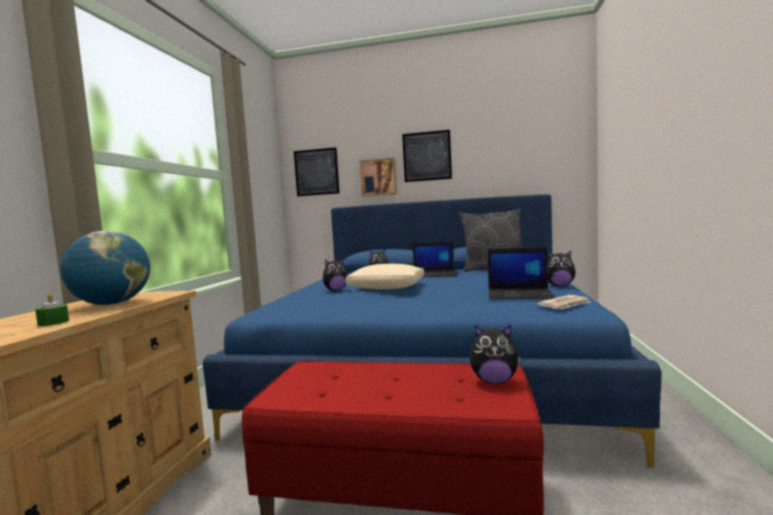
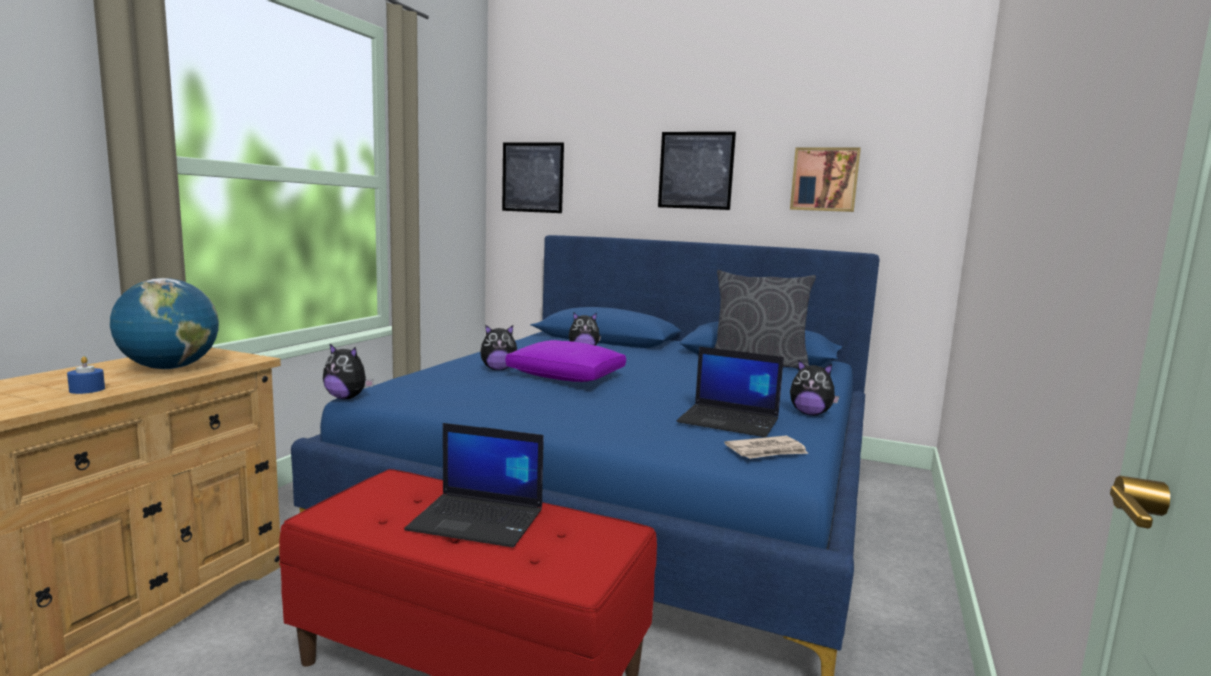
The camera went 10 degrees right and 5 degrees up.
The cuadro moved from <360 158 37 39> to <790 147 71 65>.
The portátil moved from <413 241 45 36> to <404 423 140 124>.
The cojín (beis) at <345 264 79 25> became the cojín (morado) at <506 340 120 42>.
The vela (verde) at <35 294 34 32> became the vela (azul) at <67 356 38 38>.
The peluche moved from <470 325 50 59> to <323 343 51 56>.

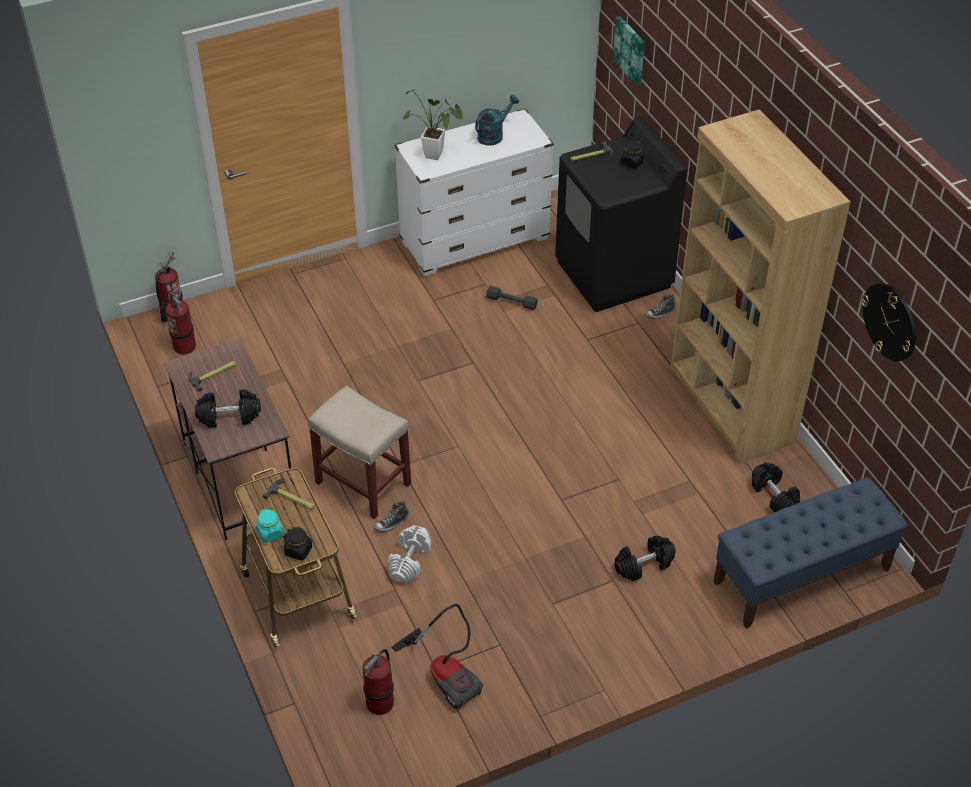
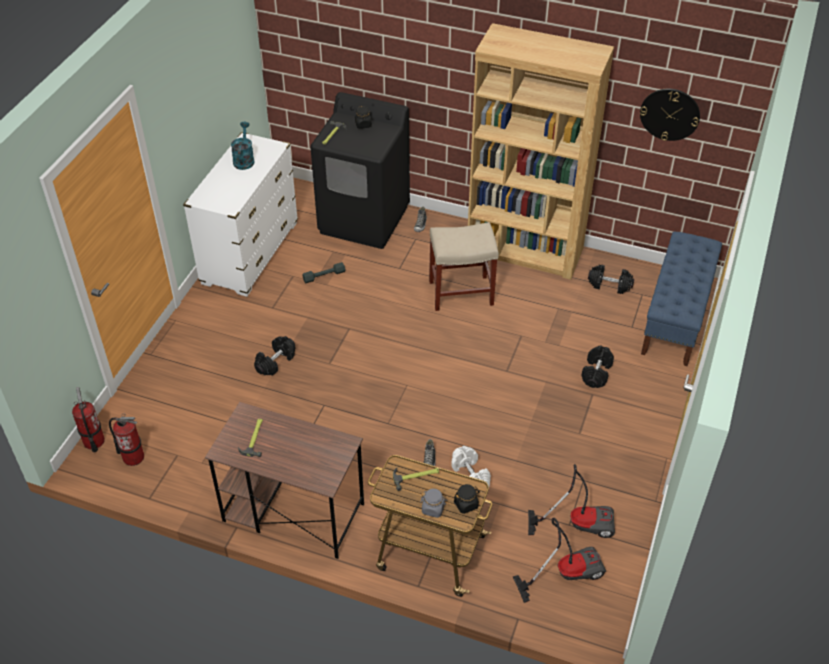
The camera went 45 degrees left and 0 degrees up.
The cuadro at <613 16 32 70> disappeared.
The planta en maceta at <402 90 61 70> disappeared.
The taburete (beis) moved from <308 386 103 133> to <429 222 70 89>.
The mancuerna (negro) moved from <195 389 66 39> to <254 336 41 40>.
The tarro (turquesa) at <256 508 28 35> became the tarro (gris) at <420 489 27 29>.
The extintor at <362 649 32 66> was replaced by the aspiradora at <512 518 94 85>.

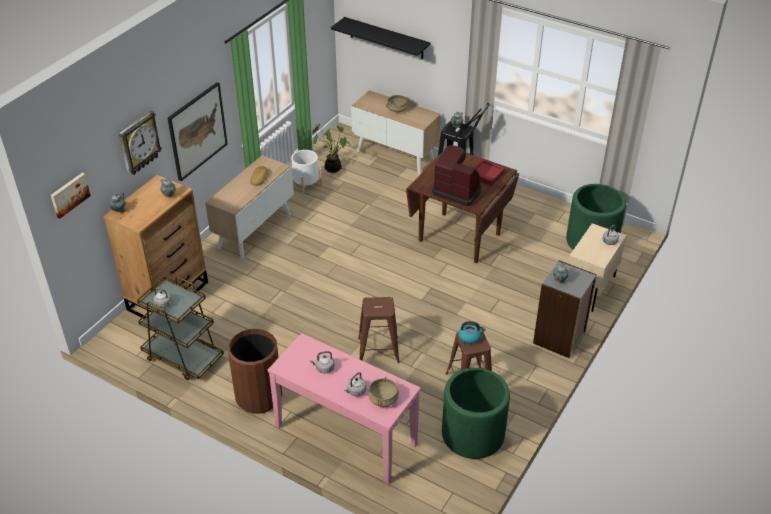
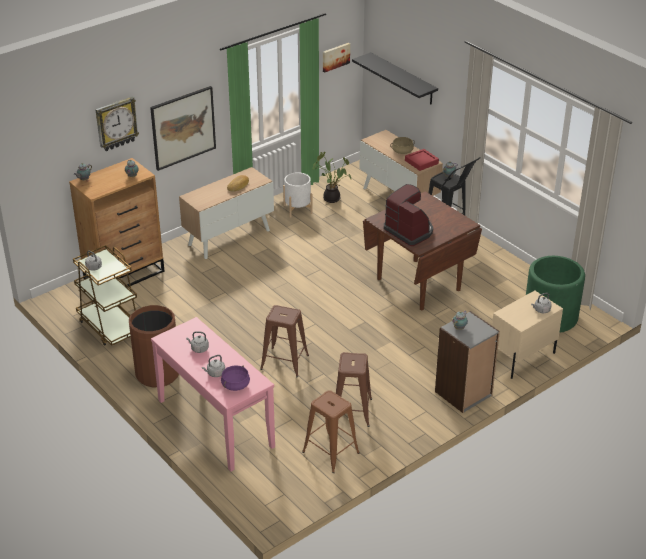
The camera went 20 degrees right and 5 degrees down.
The bandeja (rojo) moved from <474 159 31 27> to <405 149 34 22>.
The cuadro moved from <51 173 40 46> to <323 43 27 29>.
The hervidor at <458 321 27 23> disappeared.
The maceta (verde) at <442 368 68 91> was replaced by the taburete (marrón) at <302 390 58 83>.
The olla (beis) at <368 377 31 30> became the olla (morado) at <221 365 29 26>.

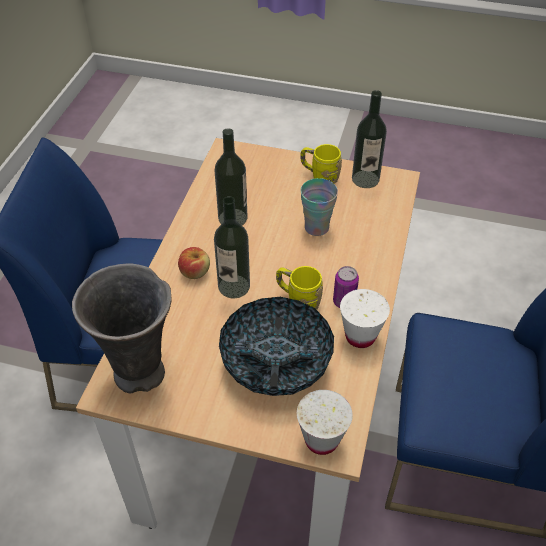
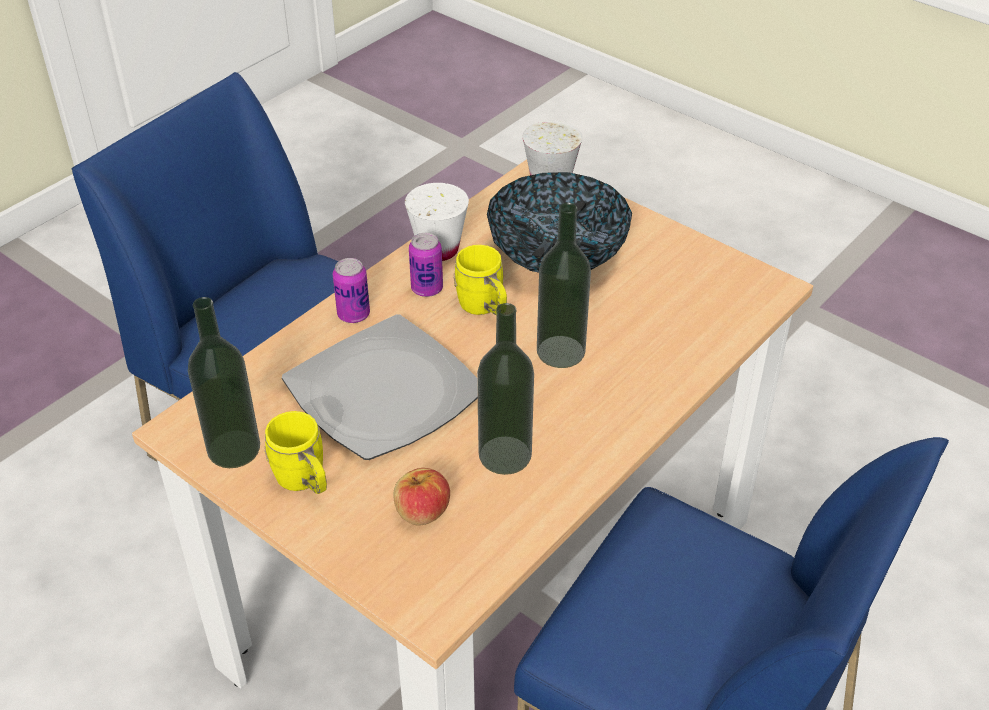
The camera went 155 degrees left and 5 degrees down.
The taza at <301 178 37 58> was replaced by the plato at <282 314 196 146>.
The manzana moved from <178 247 32 32> to <393 468 57 58>.
The florero (gris) at <72 264 100 130> disappeared.
The lata at <333 258 37 65> appeared.

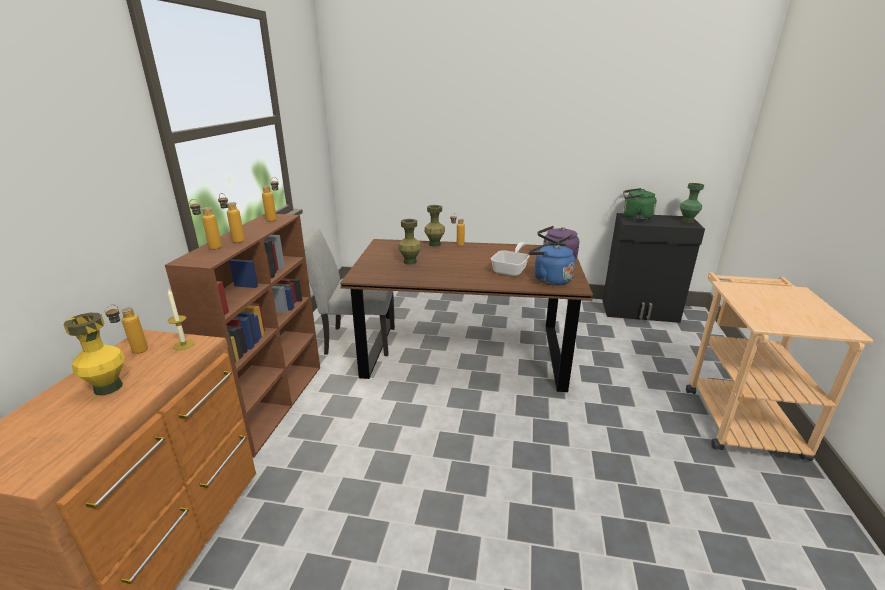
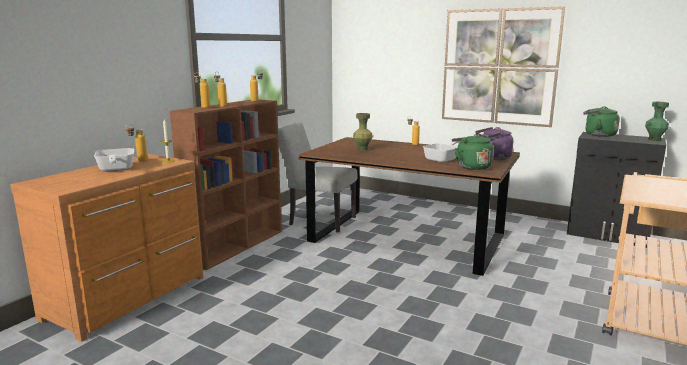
The camera went 20 degrees right and 10 degrees down.
The florero (verde) at <424 205 21 42> disappeared.
The hervidor (azul) at <529 243 46 43> became the hervidor (verde) at <452 134 41 36>.
The florero (amarillo) at <64 313 61 82> was replaced by the sartén at <94 148 40 24>.
The cuadro at <442 6 123 121> appeared.

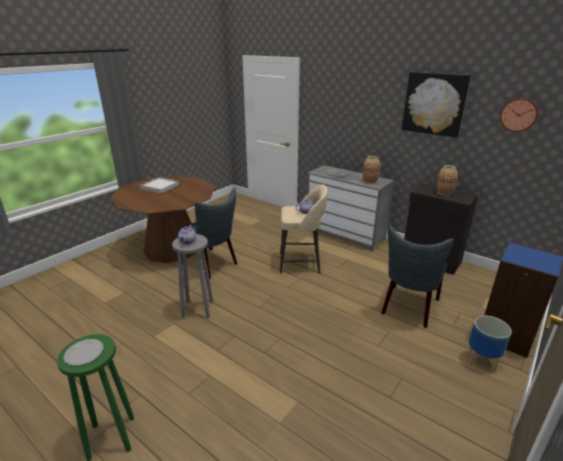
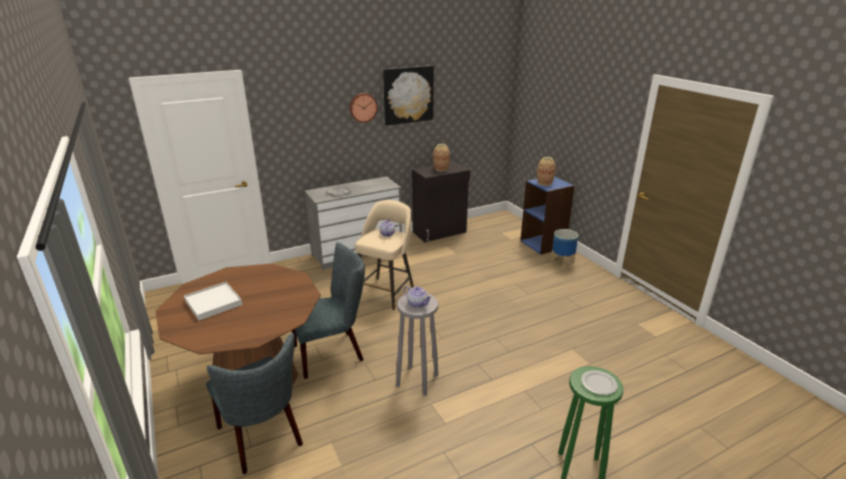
The camera went 65 degrees left and 0 degrees up.
The reloj de pared moved from <500 98 38 34> to <350 93 28 30>.
The florero moved from <363 156 18 28> to <537 157 19 29>.
The silla (gris) moved from <381 225 73 103> to <206 333 97 141>.

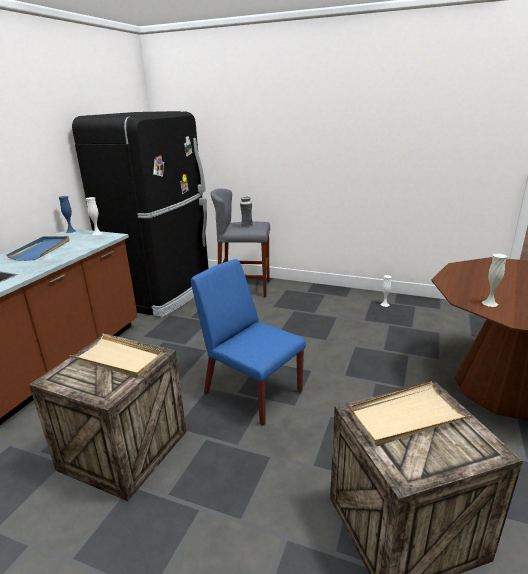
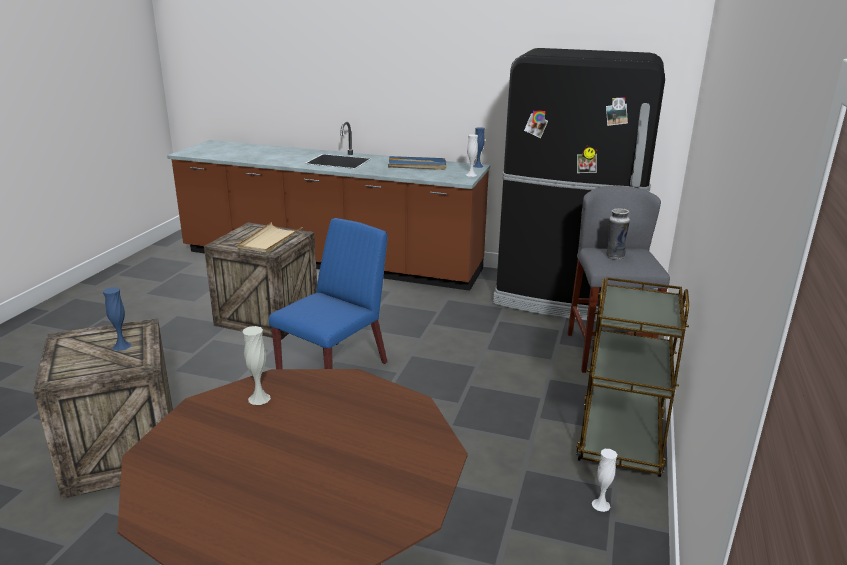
The camera went 85 degrees right and 0 degrees up.
The bandeja (beis) at <349 381 121 65> was replaced by the florero (azul) at <103 287 28 64>.
The carrito (marrón) at <576 277 113 200> appeared.

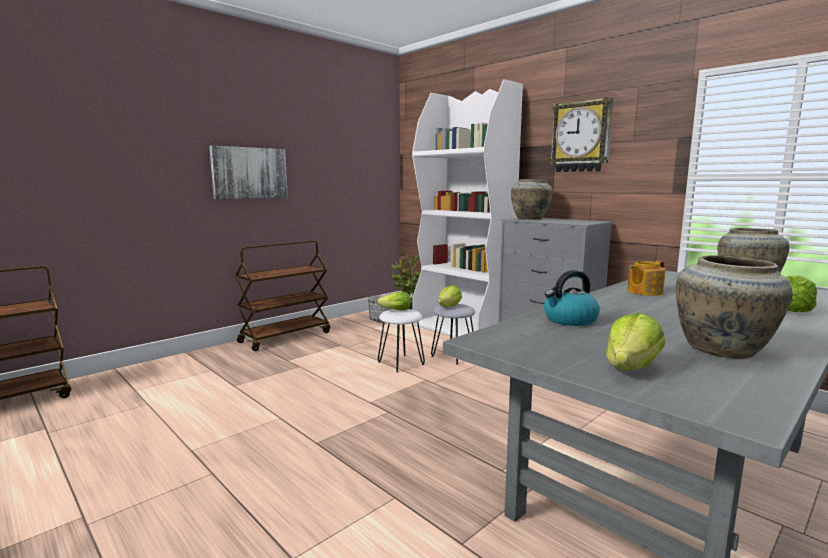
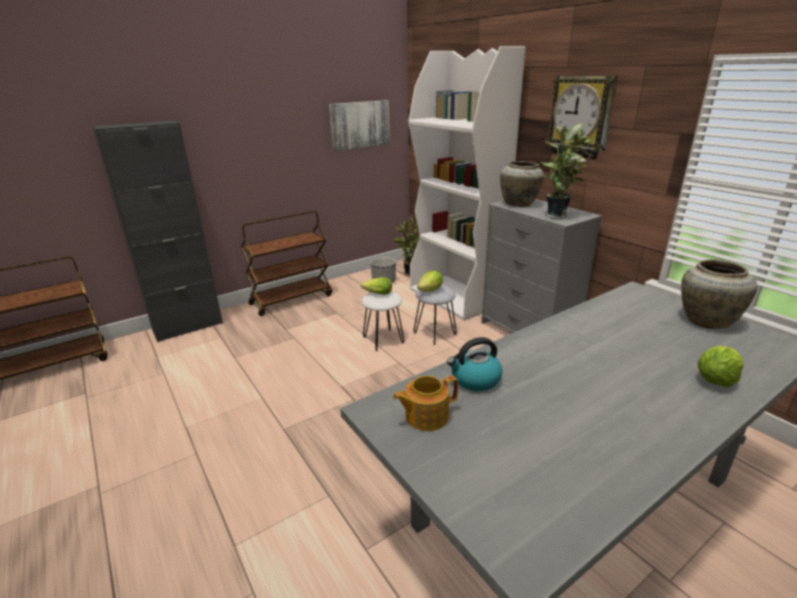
The camera went 10 degrees right and 15 degrees up.
The cuadro moved from <209 146 79 53> to <329 100 61 51>.
The florero (beis) at <676 255 117 104> disappeared.
The tetera moved from <627 261 39 35> to <393 376 65 55>.
The lechuga at <606 313 59 58> disappeared.
The armario (negro) at <93 120 130 222> appeared.
The planta en maceta at <541 123 53 96> appeared.

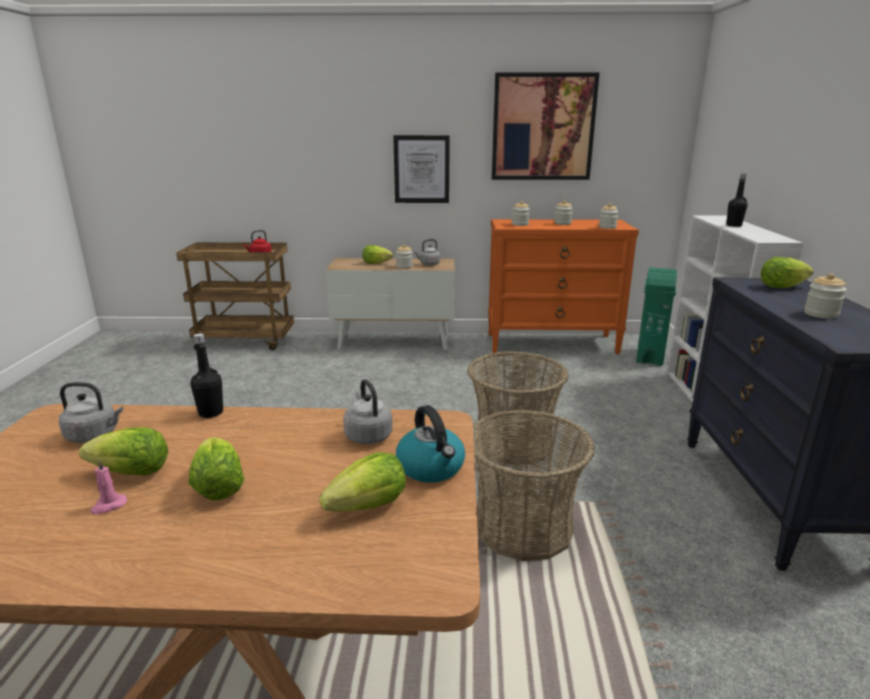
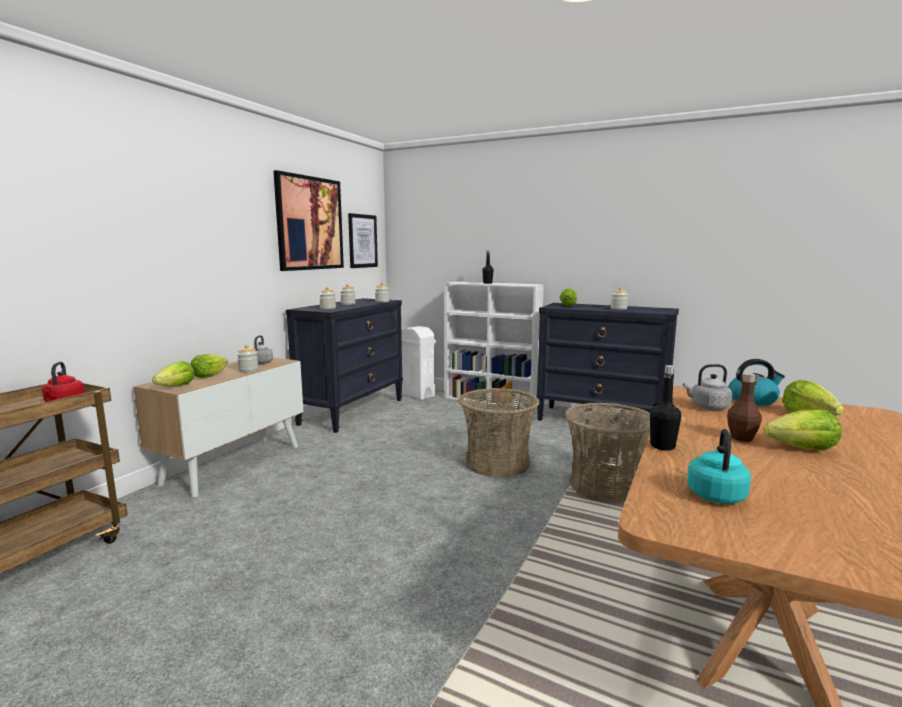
The camera went 65 degrees left and 10 degrees down.
The cuadro moved from <393 135 57 68> to <348 213 30 55>.
The cómoda (naranja) at <488 219 151 135> became the cómoda (negro) at <286 298 117 135>.
The papelera (verde) at <636 267 41 99> became the papelera (blanco) at <401 326 35 74>.
The hervidor (gris) at <59 382 64 61> became the hervidor (turquesa) at <687 429 64 75>.
The lechuga moved from <79 427 89 49> to <152 361 43 25>.
The vela (rosa) at <90 459 37 55> disappeared.
The botella (marrón) at <727 373 35 69> appeared.

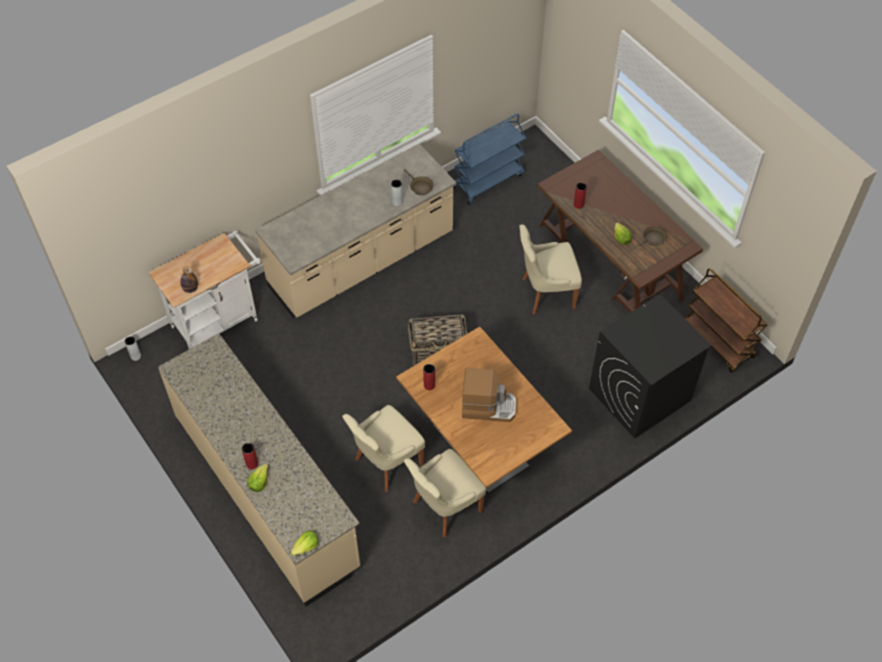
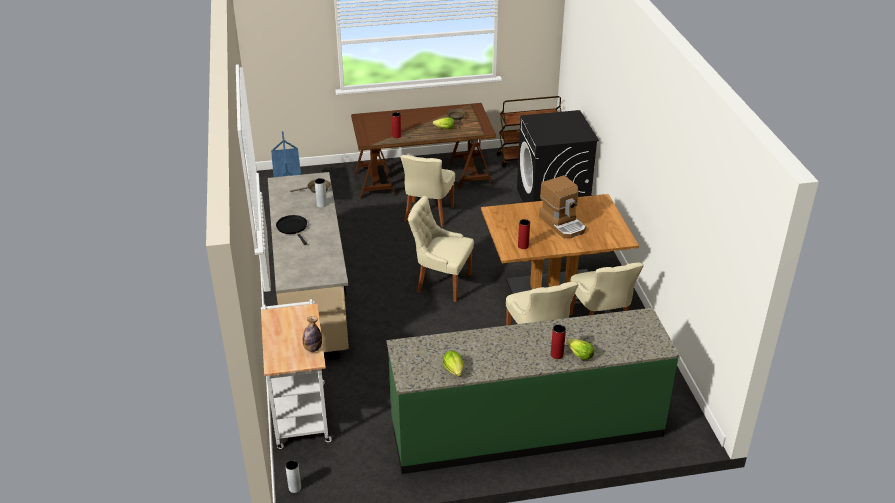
The camera went 65 degrees left and 20 degrees down.
The cesta at <408 315 59 50> was replaced by the silla (beis) at <408 196 66 106>.
The mueble bajo de cocina (beis) at <158 333 202 274> became the mueble bajo de cocina (verde) at <387 308 293 166>.
The cafetera at <462 368 54 54> turned 120 degrees clockwise.
The lechuga moved from <290 530 28 26> to <443 351 20 26>.
The sartén (negro) at <276 215 31 30> appeared.

